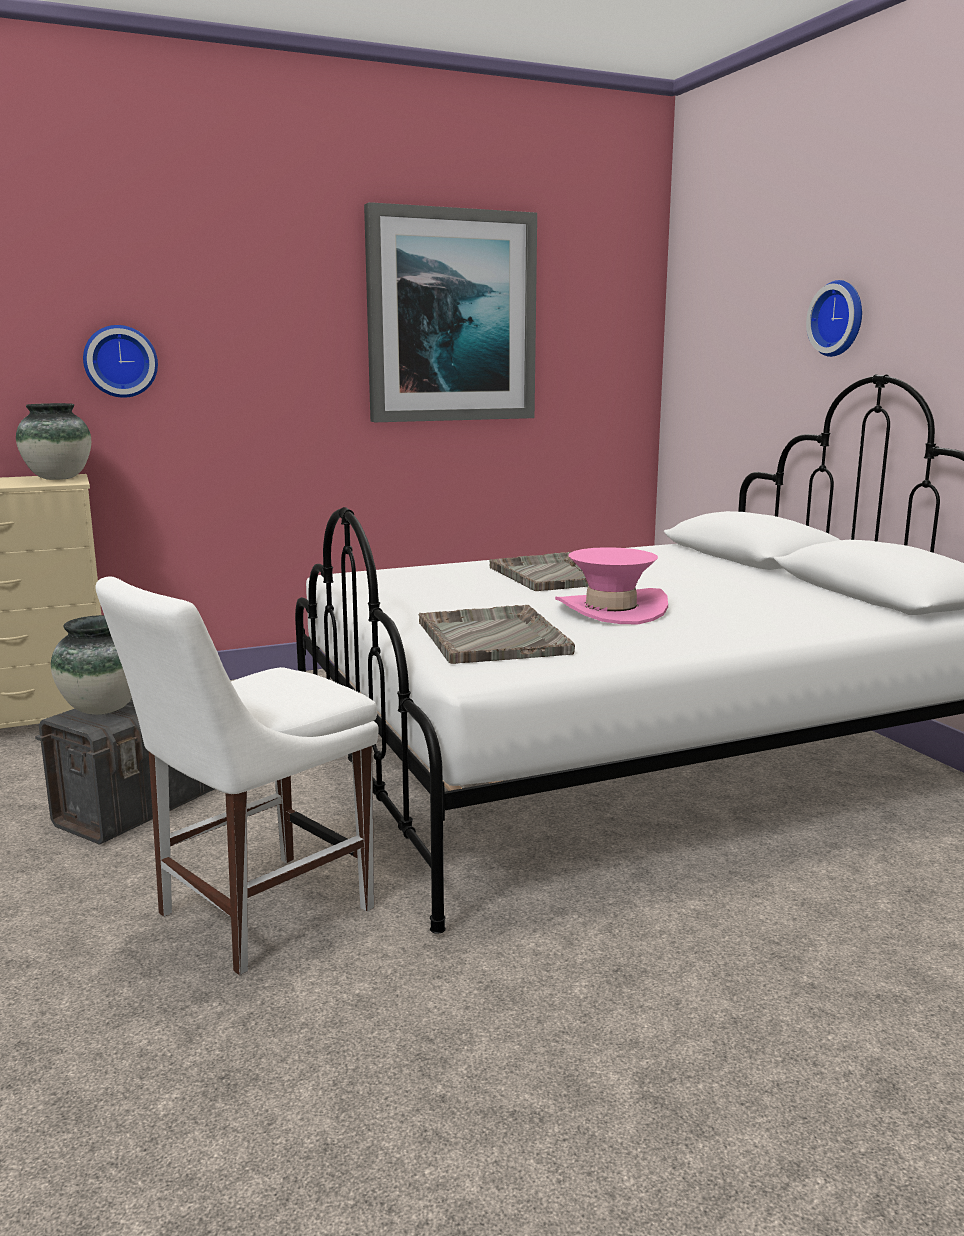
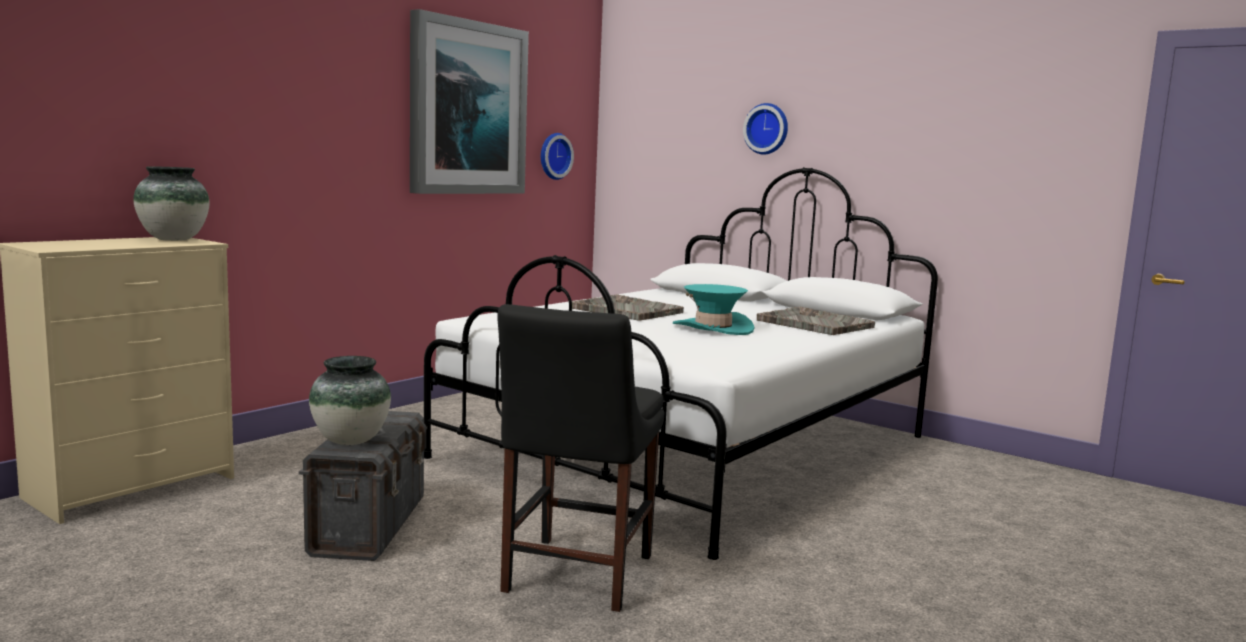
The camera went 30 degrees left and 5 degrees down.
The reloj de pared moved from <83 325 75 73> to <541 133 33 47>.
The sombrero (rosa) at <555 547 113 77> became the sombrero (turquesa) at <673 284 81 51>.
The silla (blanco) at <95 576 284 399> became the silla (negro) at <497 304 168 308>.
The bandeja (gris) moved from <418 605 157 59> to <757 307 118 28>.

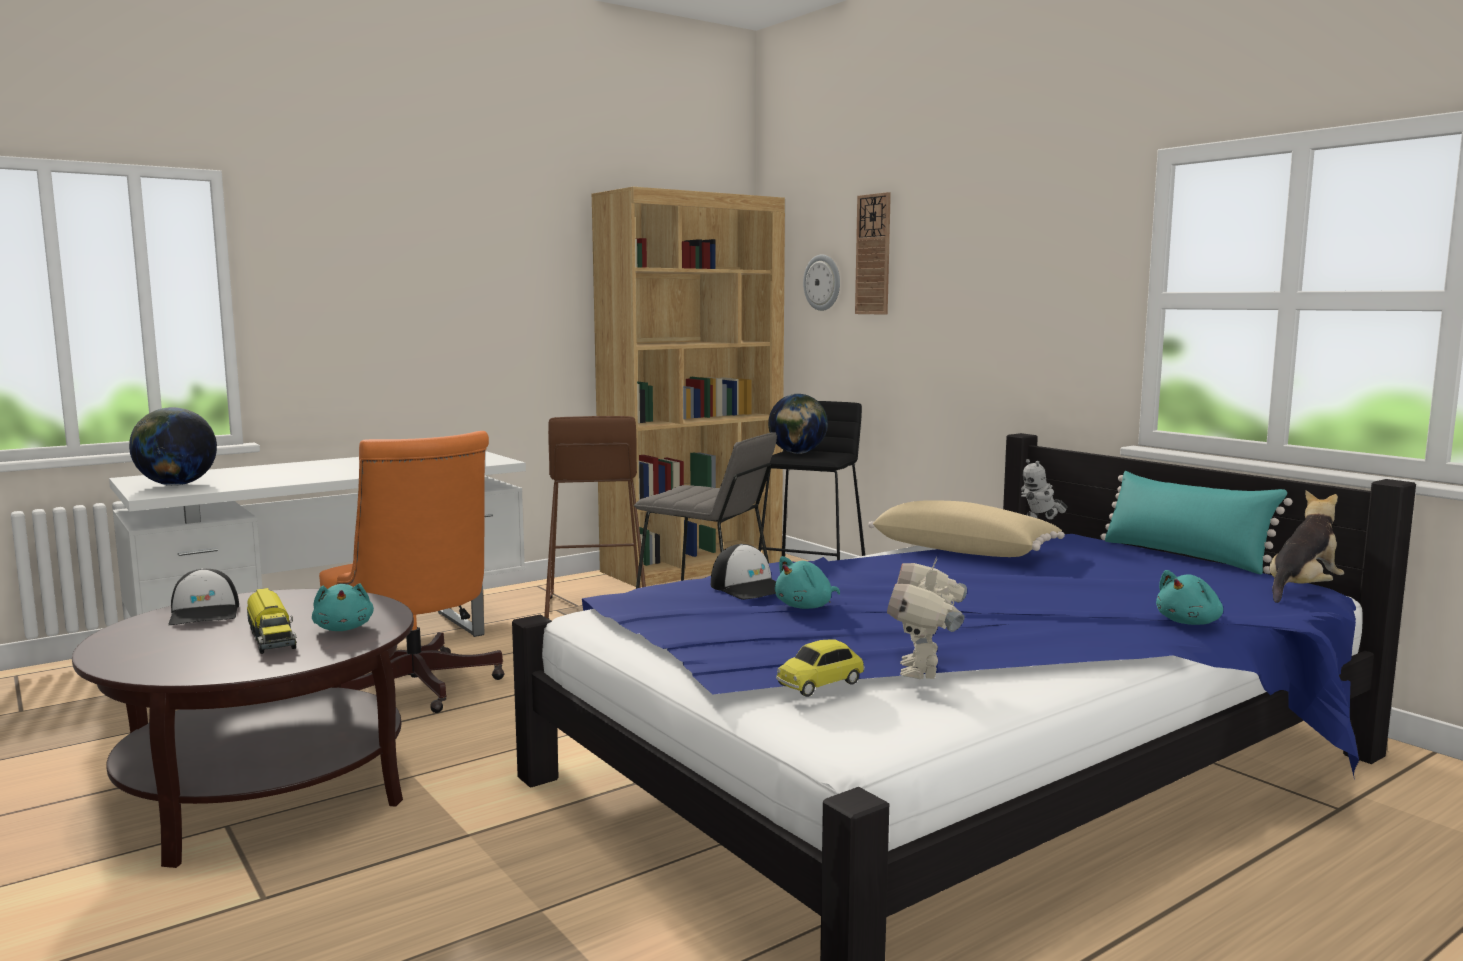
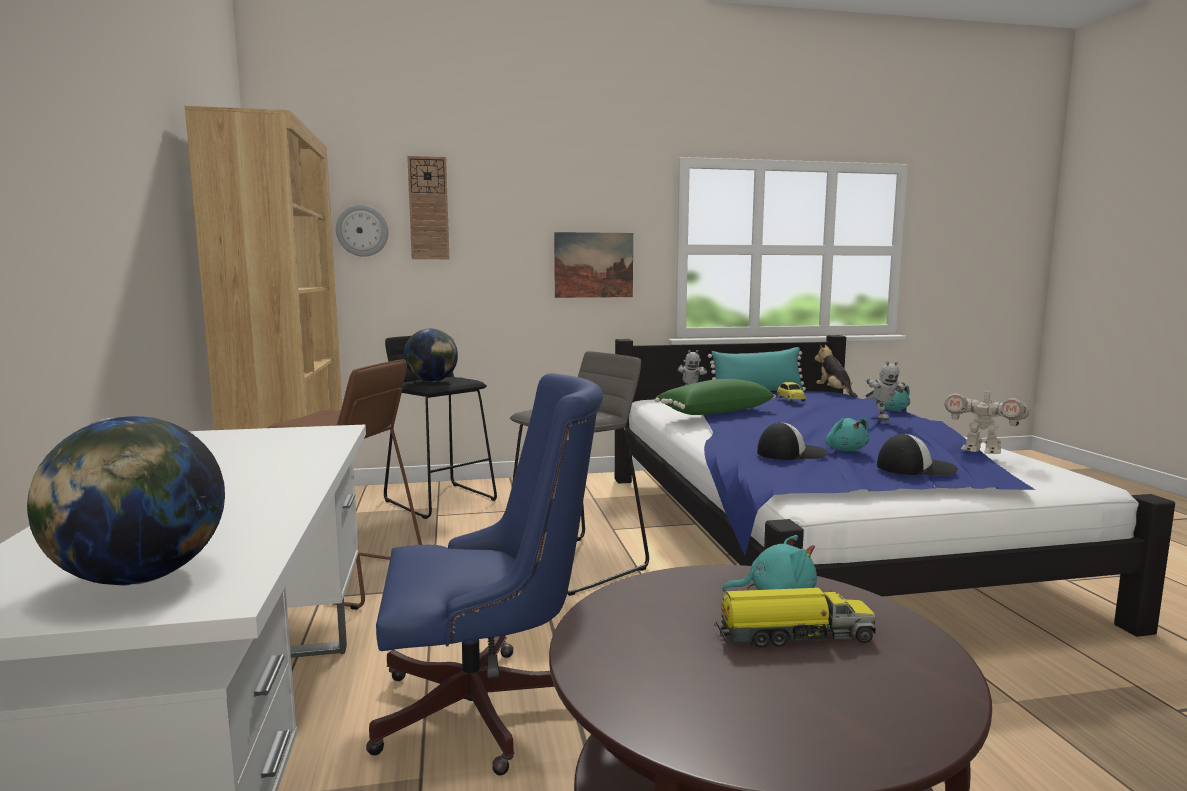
The camera went 65 degrees left and 0 degrees up.
The silla de oficina (naranja) at <319 431 186 282> became the silla de oficina (azul) at <366 373 237 403>.
The cojín (beis) at <868 500 197 57> became the cojín (verde) at <655 379 121 36>.
The gorra moved from <168 568 71 57> to <877 434 81 42>.
The coche de juguete moved from <776 639 89 58> to <777 382 29 20>.
The cuadro at <554 232 79 66> appeared.
The robot de juguete at <866 361 39 60> appeared.

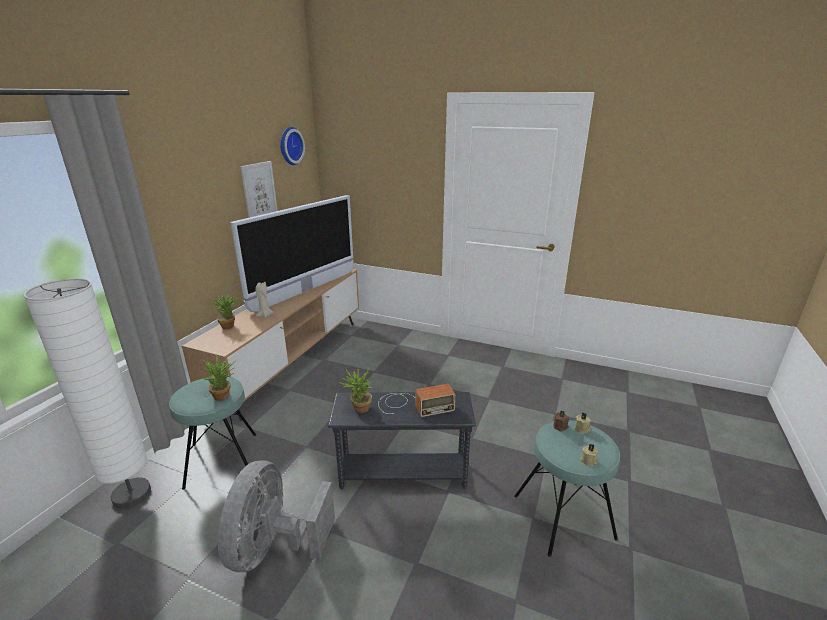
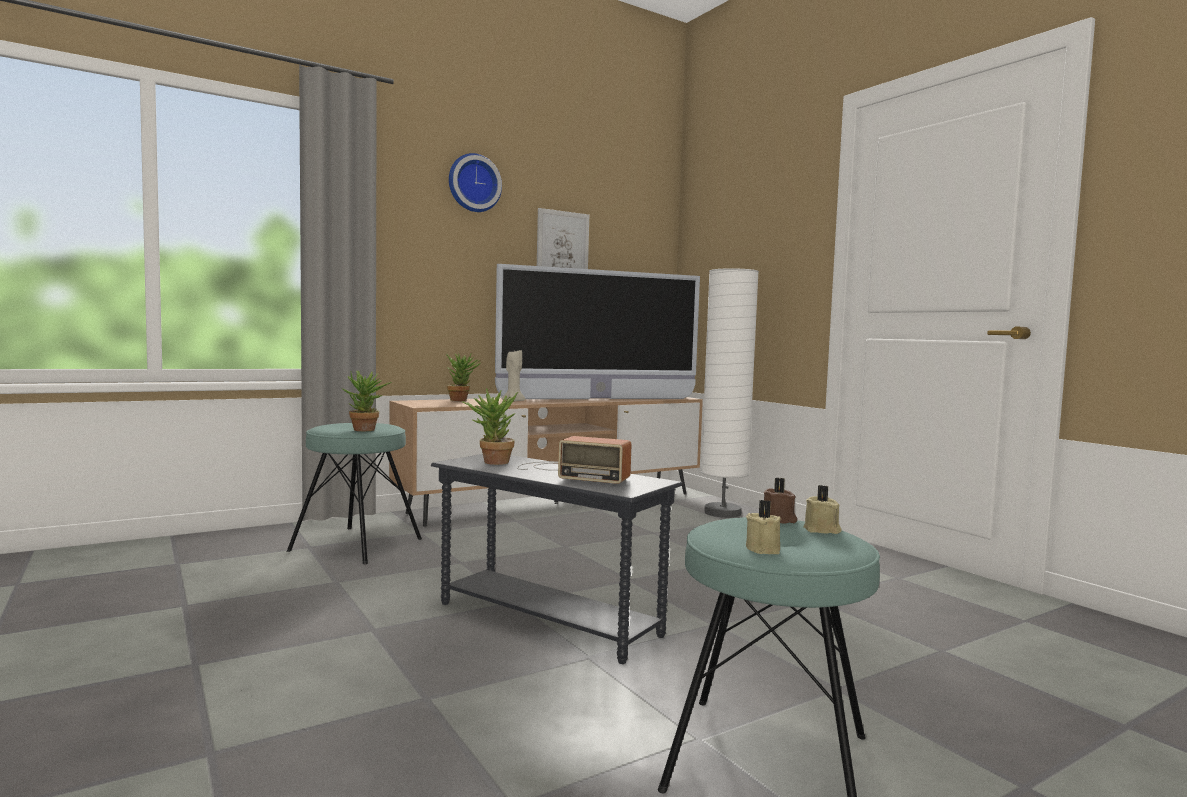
The camera went 35 degrees right and 20 degrees down.
The reloj de pared moved from <280 127 25 38> to <449 153 53 59>.
The lámpara de pie (blanco) moved from <24 278 127 231> to <701 268 58 250>.
The ventilador (gris) at <218 461 117 111> disappeared.

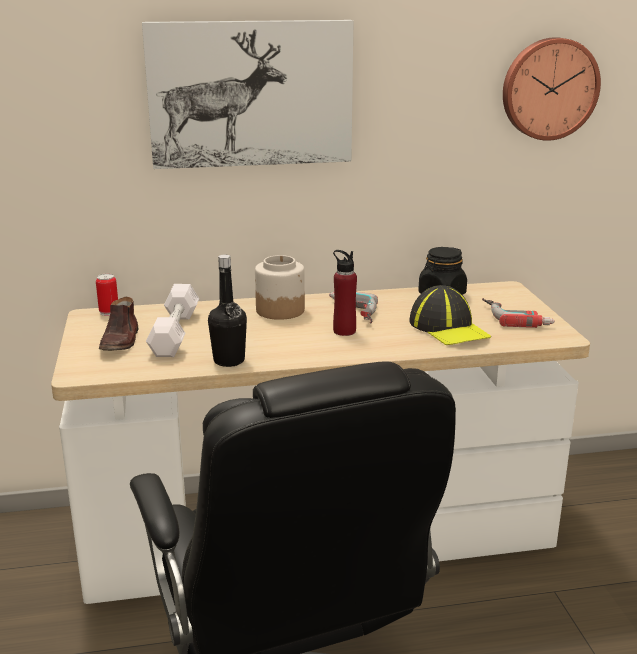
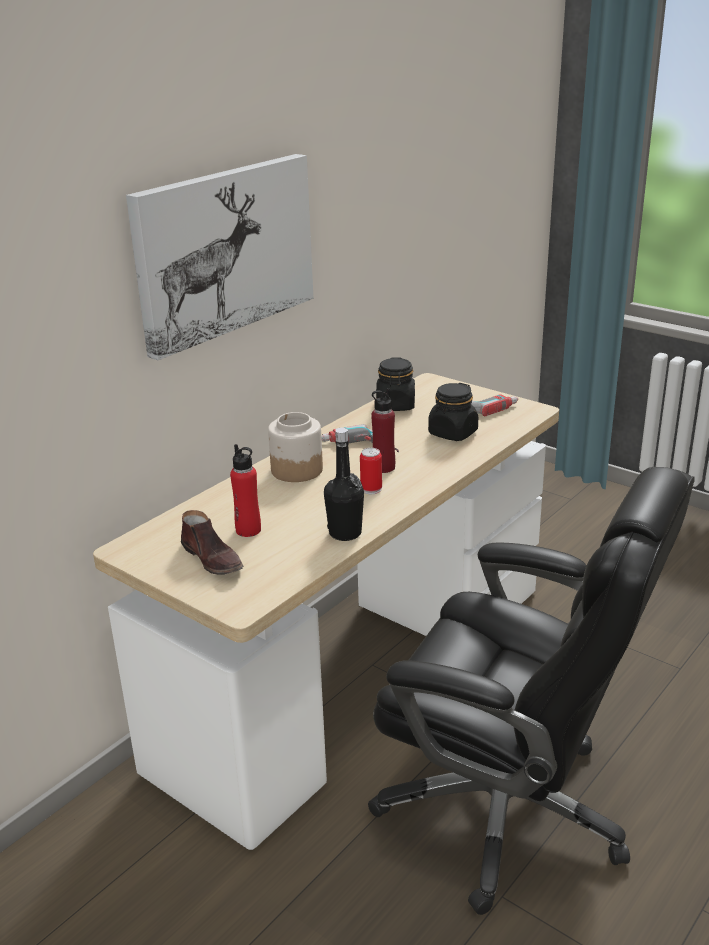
The camera went 40 degrees left and 5 degrees up.
The reloj de pared at <503 37 98 104> disappeared.
The lata moved from <96 274 22 42> to <360 448 22 46>.
The mancuerna (blanco) at <146 284 53 73> was replaced by the botella (rojo) at <230 444 31 93>.
The gorra at <409 285 82 60> was replaced by the tarro (negro) at <428 383 50 58>.

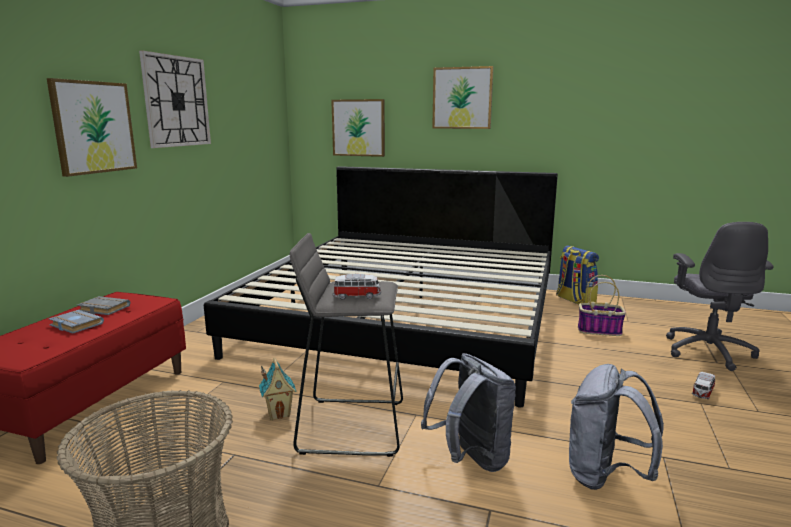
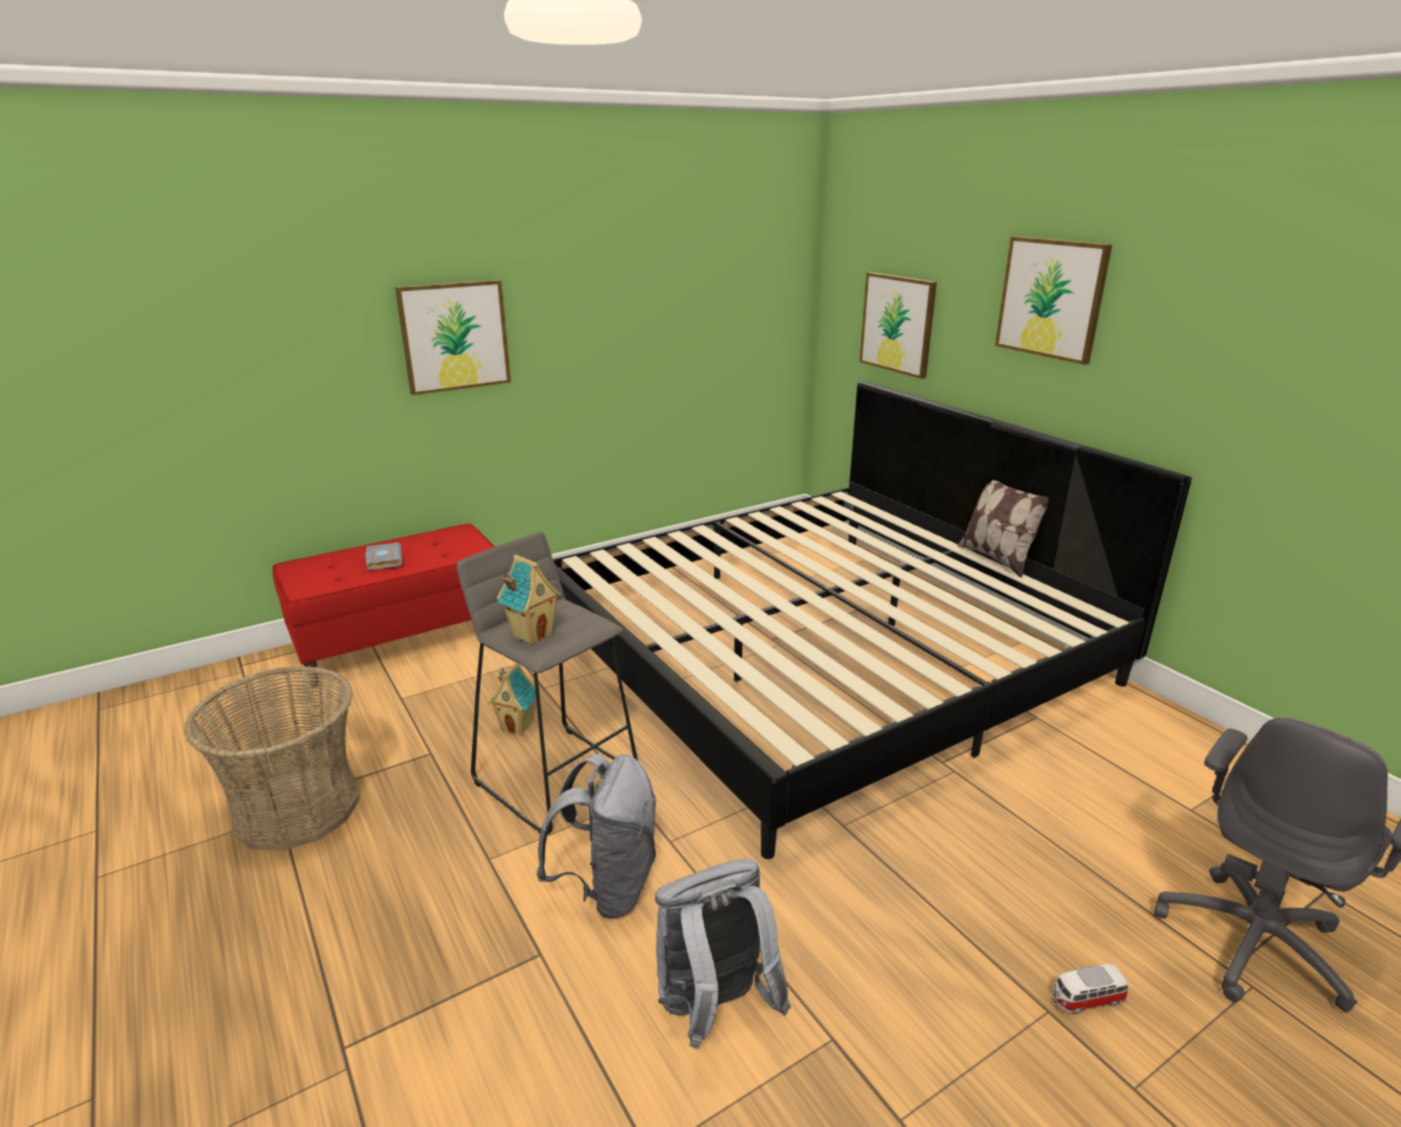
The camera went 40 degrees right and 10 degrees up.
The reloj de pared at <139 50 72 98> disappeared.
The mochila at <556 245 43 59> disappeared.
The coche de juguete at <333 274 48 26> was replaced by the casita at <497 555 64 90>.
The cesta at <578 275 48 61> disappeared.
The libro (gris) at <77 296 53 19> disappeared.
The cojín at <957 480 92 98> appeared.

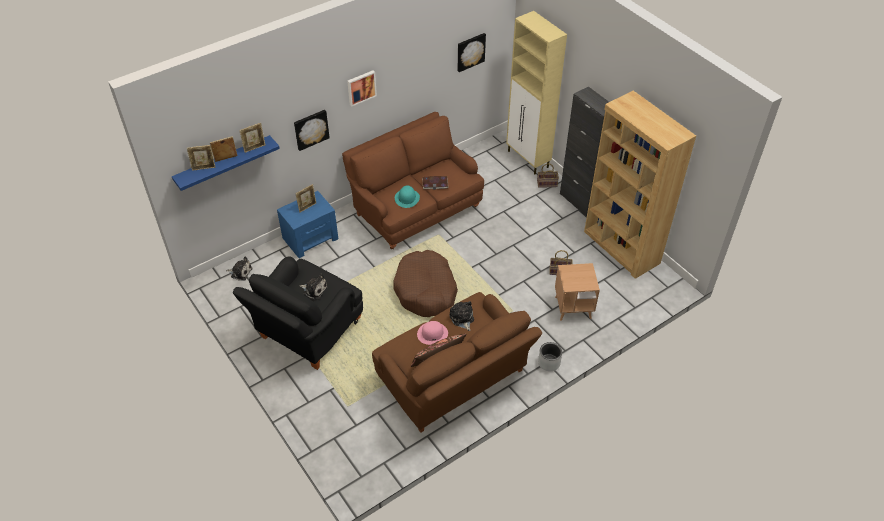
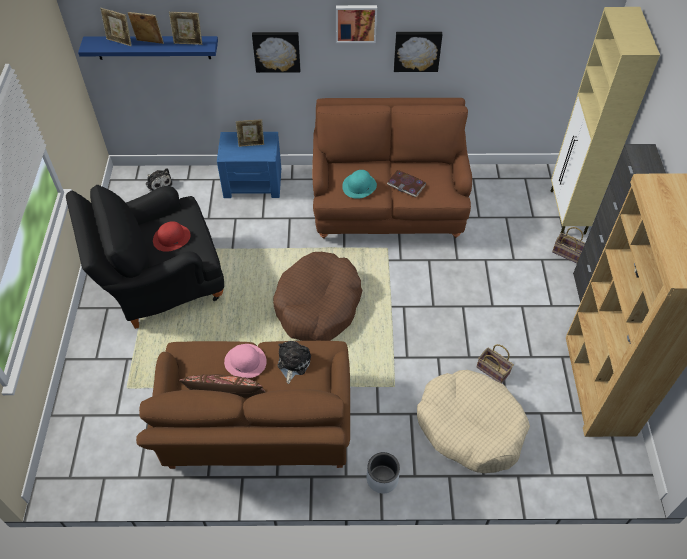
The camera went 35 degrees right and 5 degrees up.
The cuadro moved from <458 33 28 39> to <394 32 49 40>.
The mesa auxiliar (marrón) at <555 263 45 58> was replaced by the cama para perro (beis) at <417 370 113 103>.
The peluche at <299 274 29 26> was replaced by the sombrero (rojo) at <153 221 38 31>.

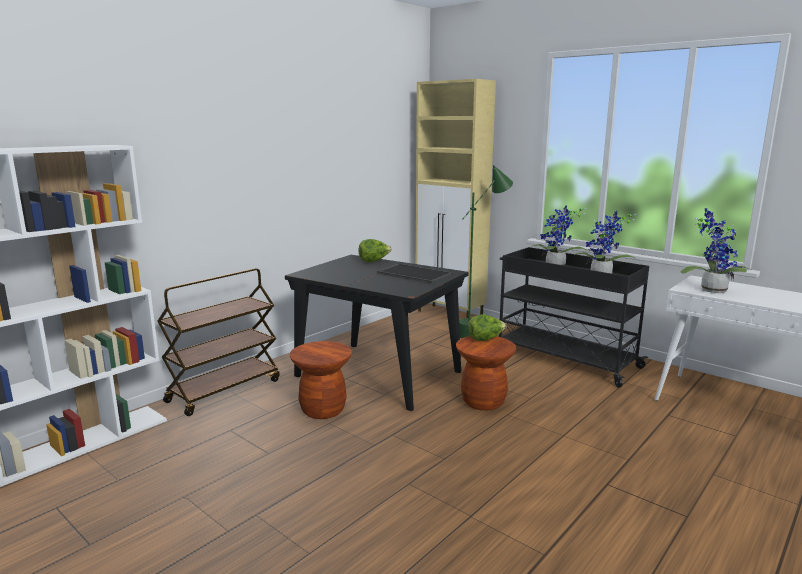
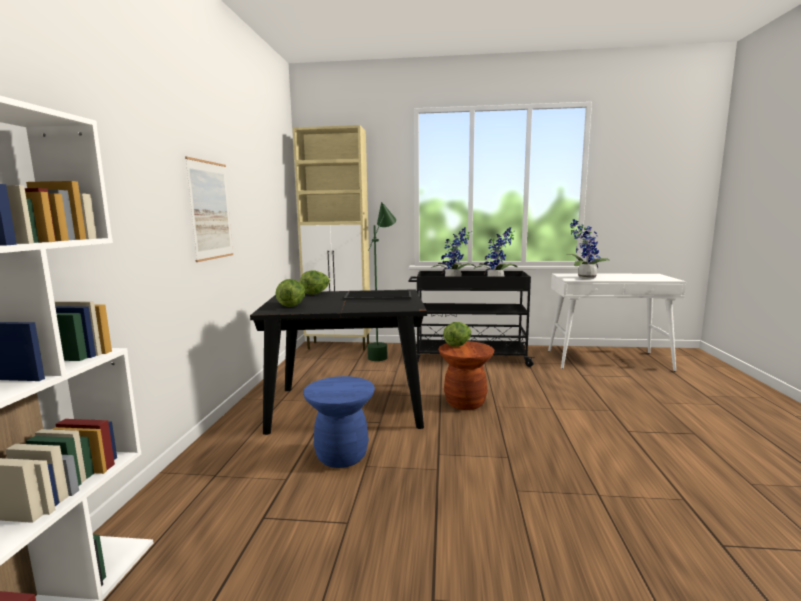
The camera went 35 degrees left and 5 degrees down.
The carrito (marrón) at <157 268 123 148> disappeared.
The taburete (marrón) at <290 341 62 78> became the taburete (azul) at <303 376 72 92>.
The cuadro at <185 157 48 105> appeared.
The lechuga at <275 279 30 28> appeared.

